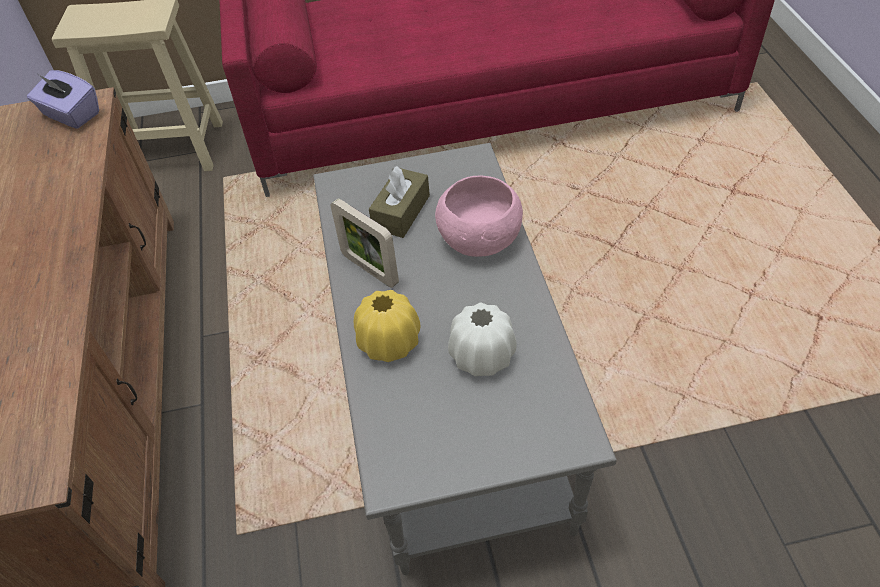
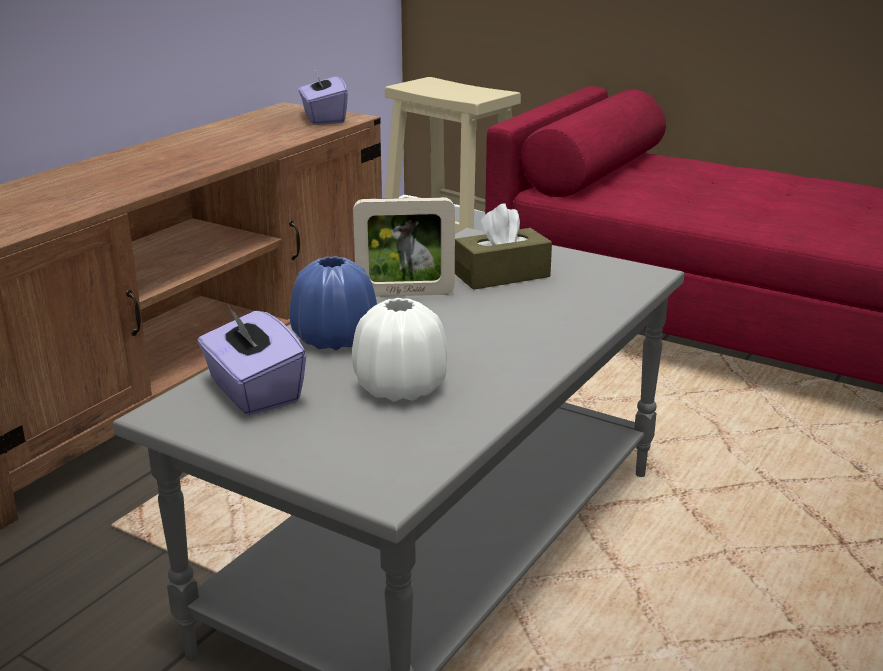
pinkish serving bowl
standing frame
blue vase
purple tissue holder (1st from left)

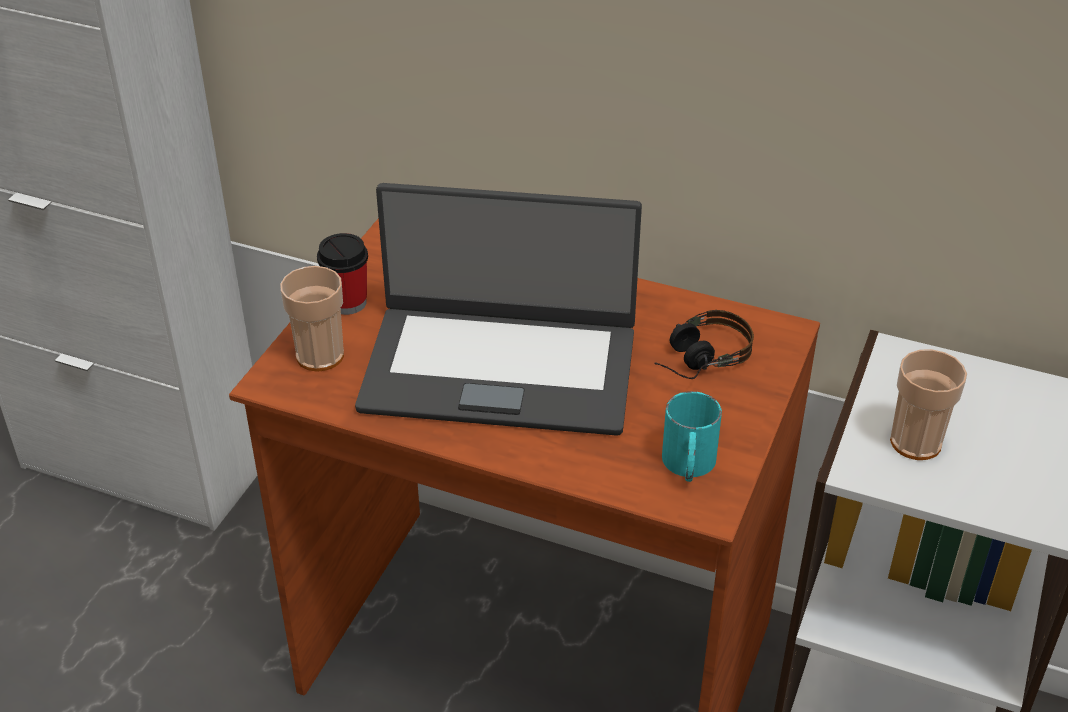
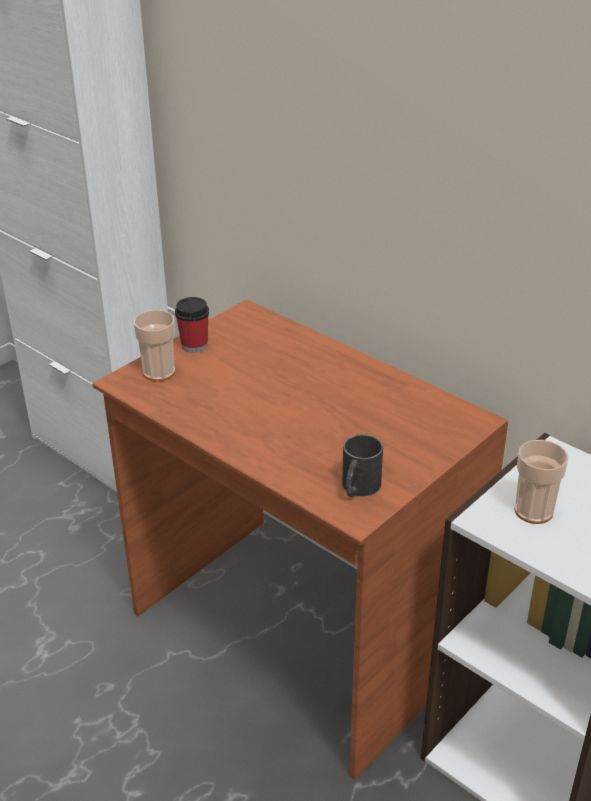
notebook computer
pair of headphones
blackish mug

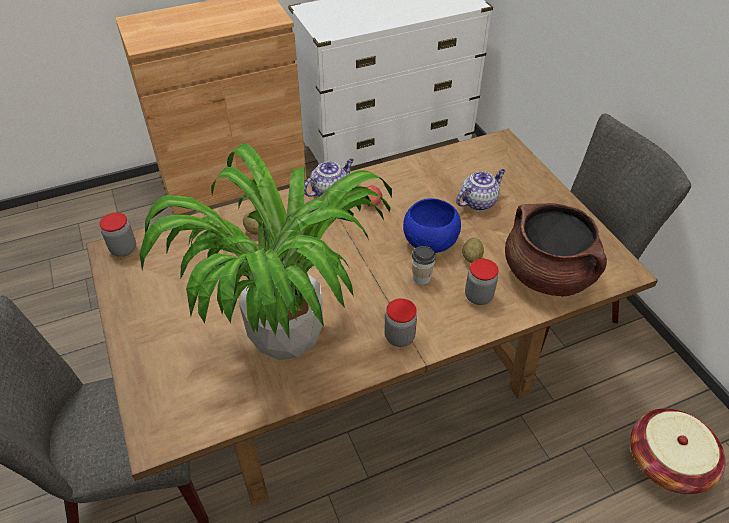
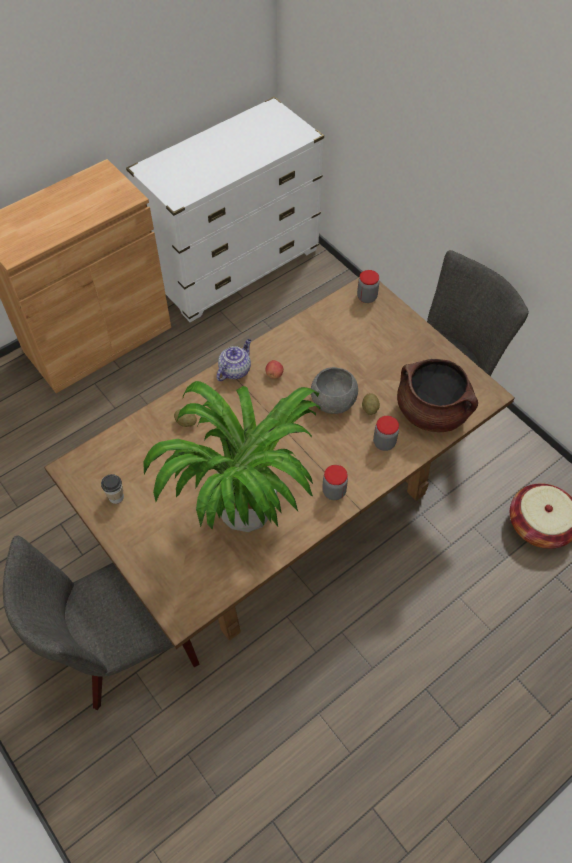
pot for tea (2nd from left in the first image)
greyish serving bowl
preserve jar (2nd from left)
small cup

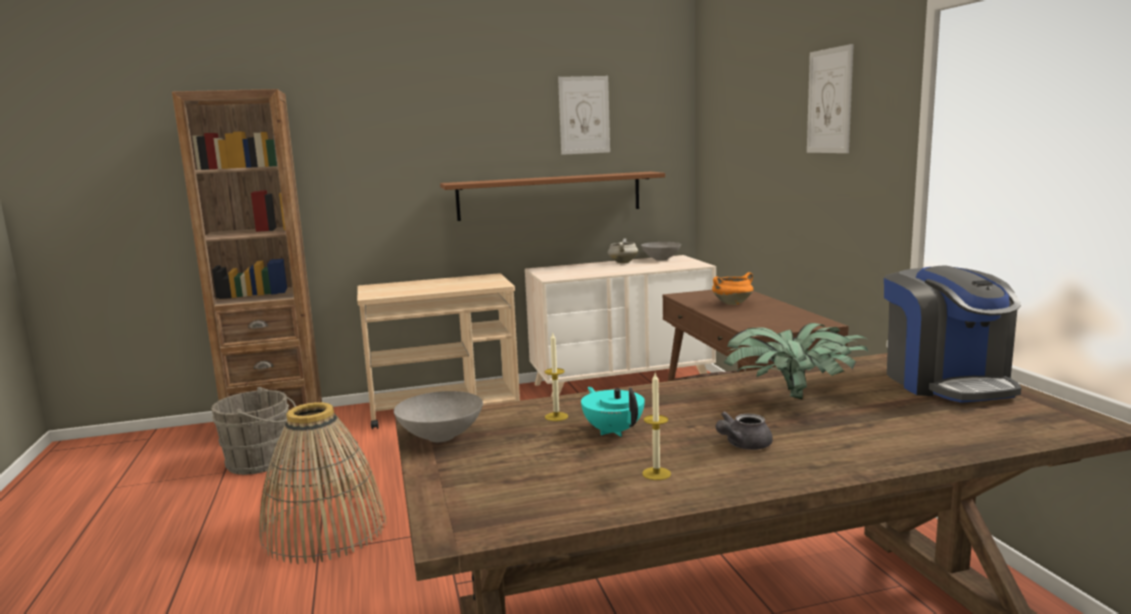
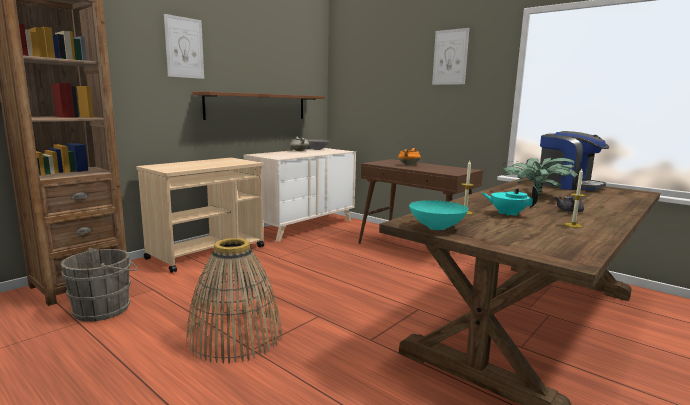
wall picture (1st from left)
blue-green serving bowl

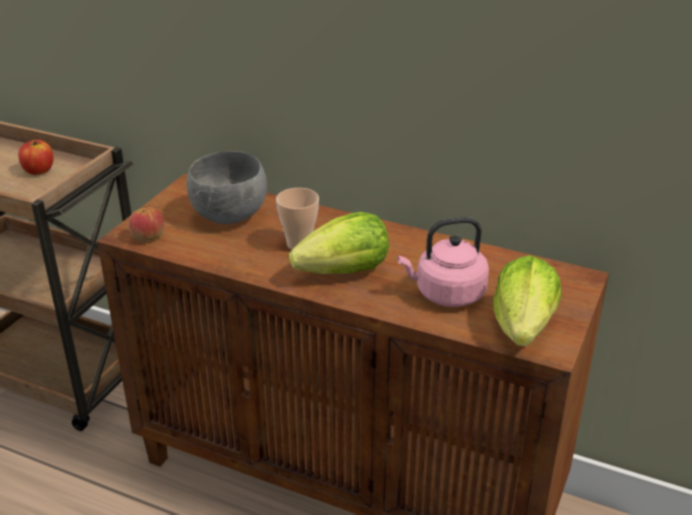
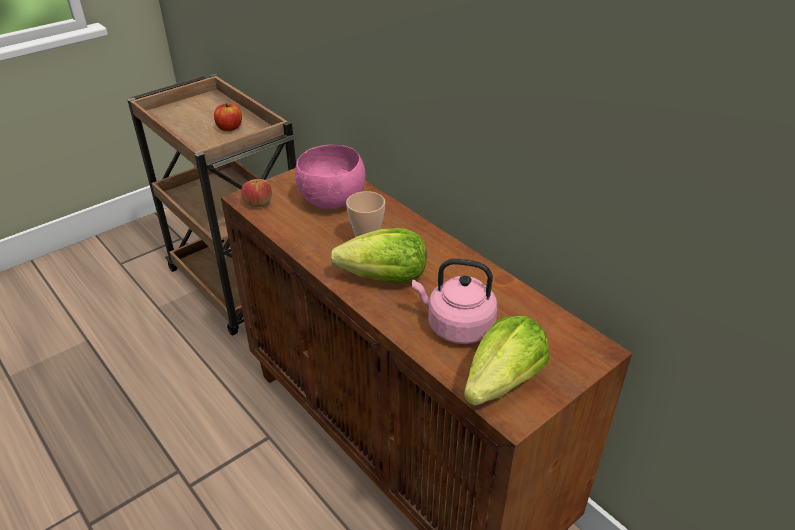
pinkish serving bowl

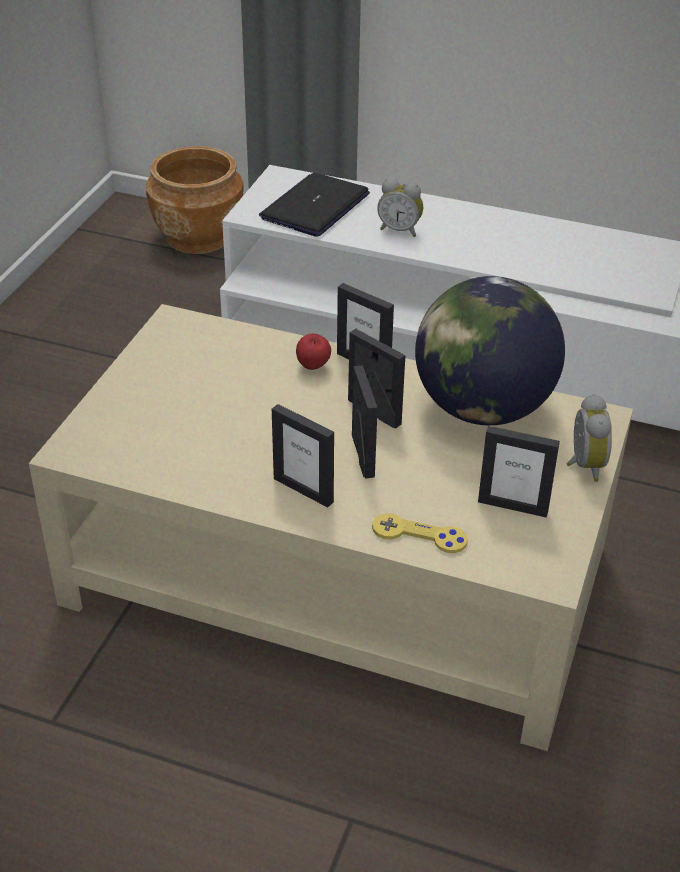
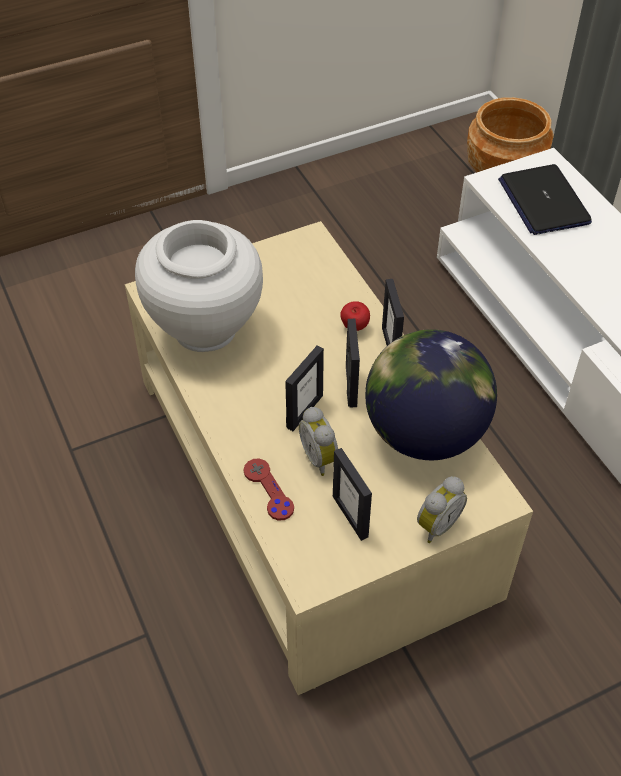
notebook computer
bedside clock (1st from left)
standing frame (1st from left in the first image)
reddish game controller
white-coloured vase

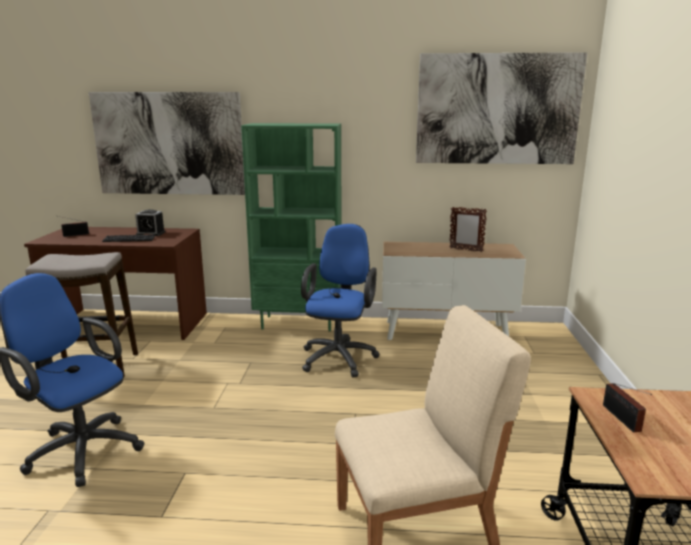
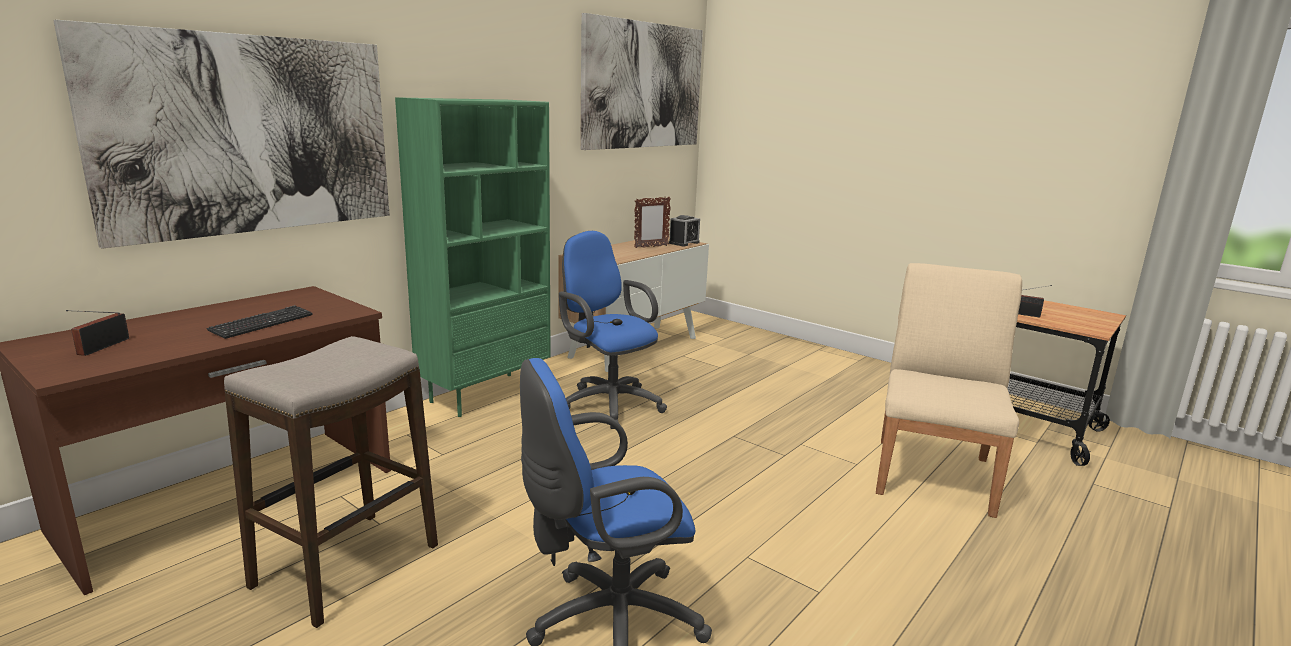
bedside clock

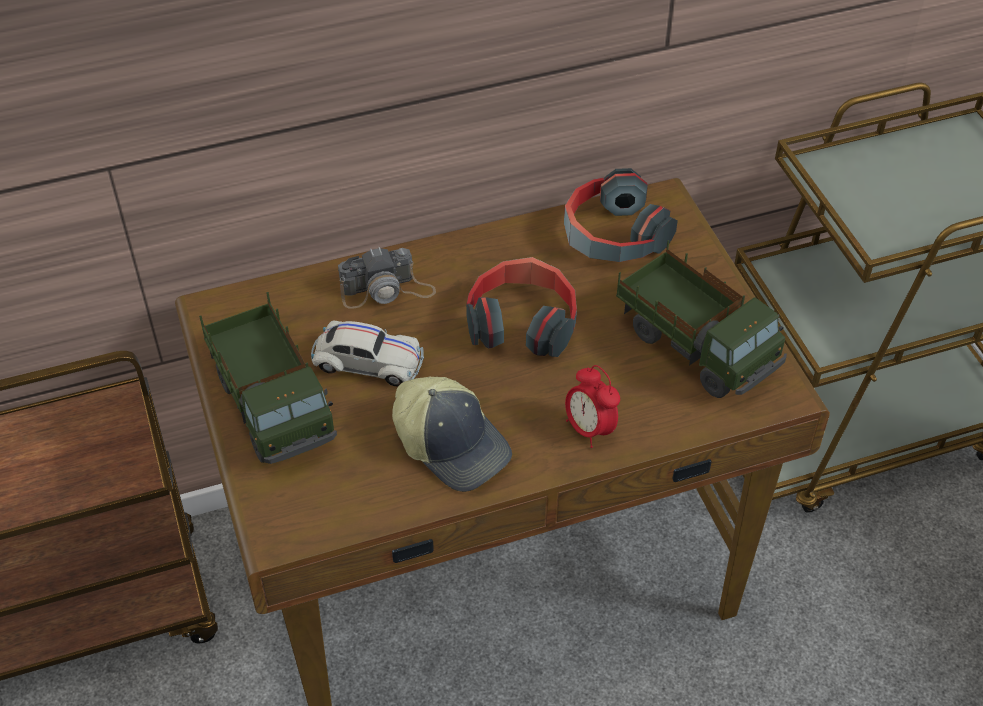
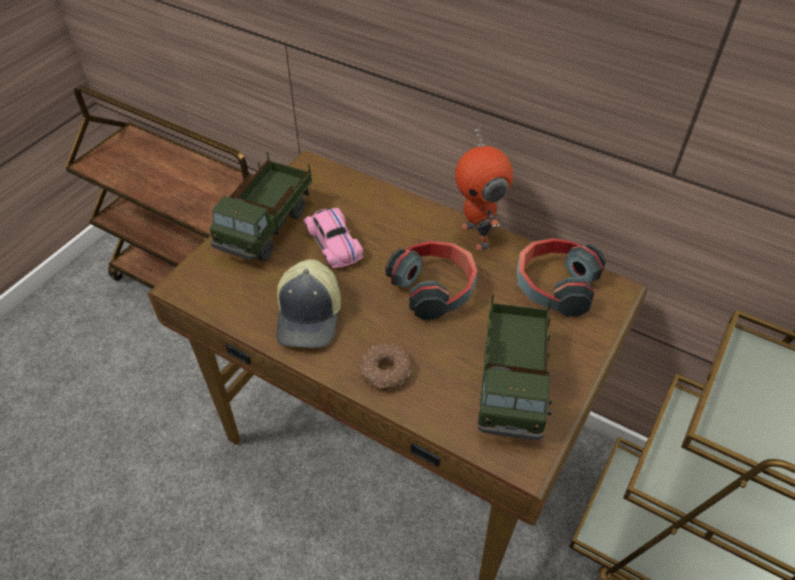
photo camera
pinkish model car
donut
robot figure

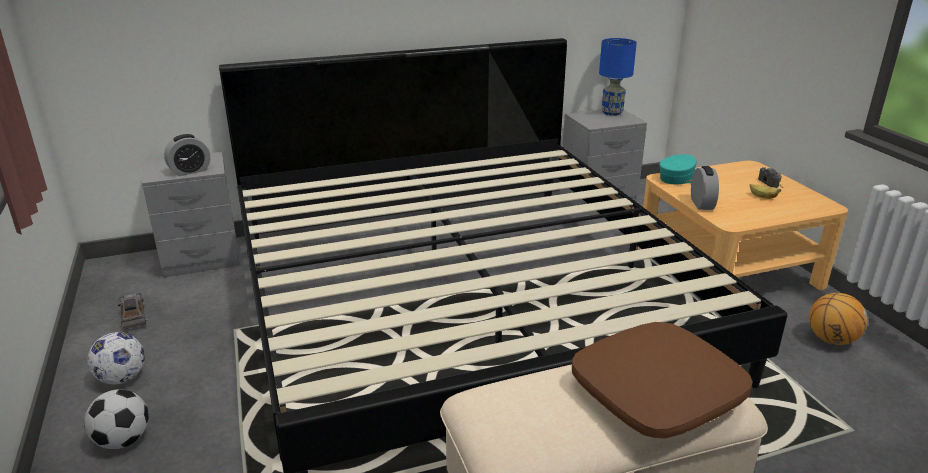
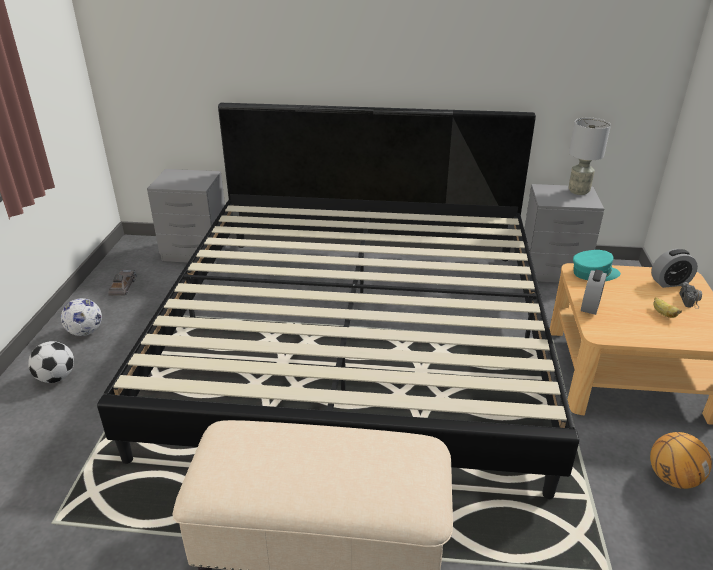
greyish lamp for a table
bedside clock (2nd from left)
brownish pillow

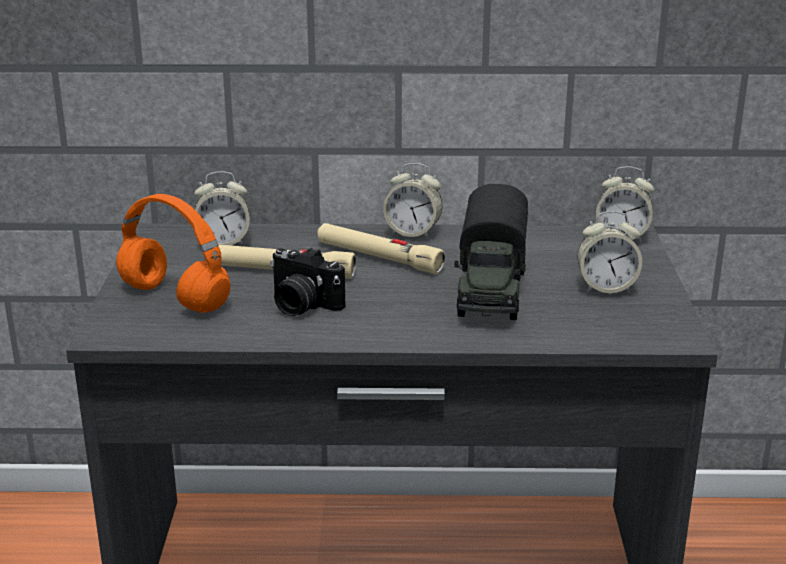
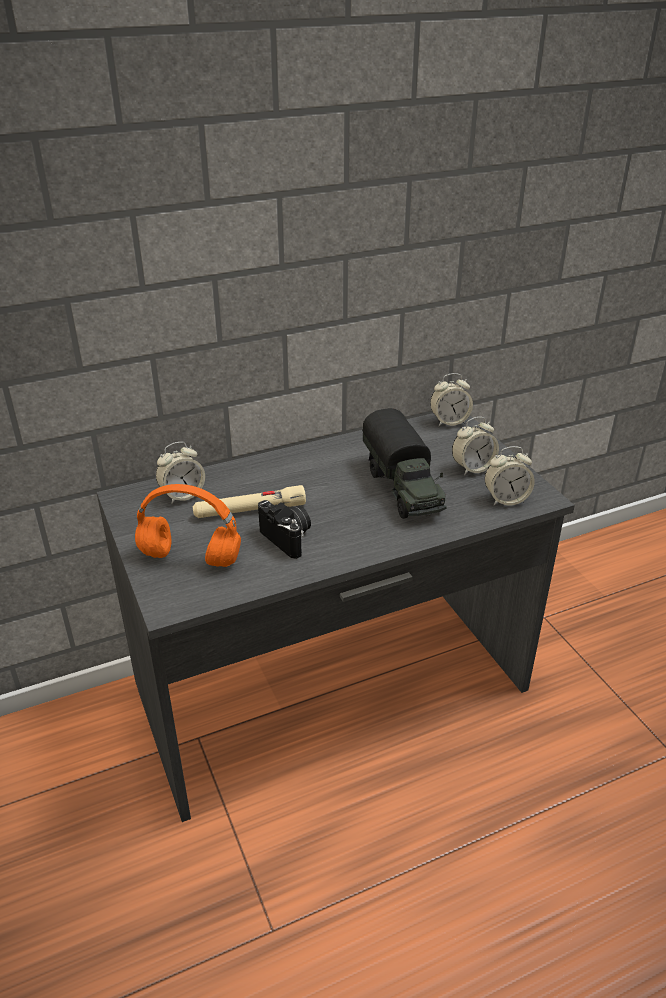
bedside clock (4th from left)
beige-coloured hand torch (2nd from left in the first image)
photo camera

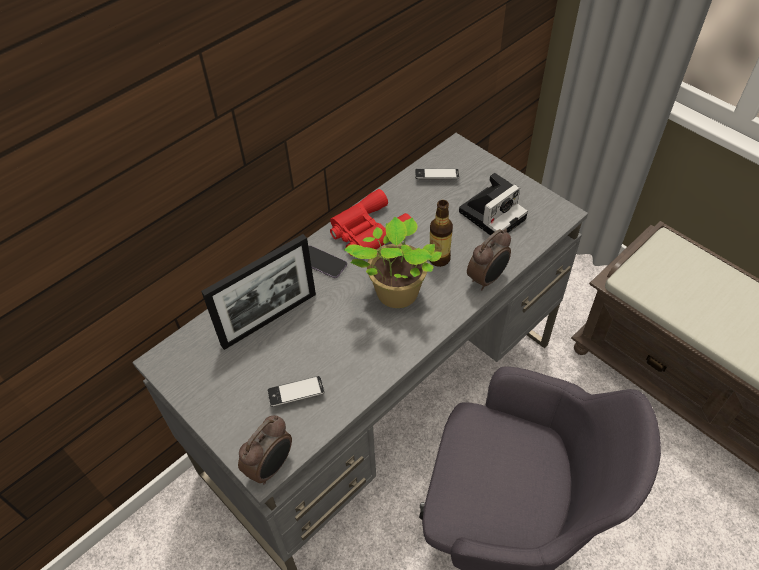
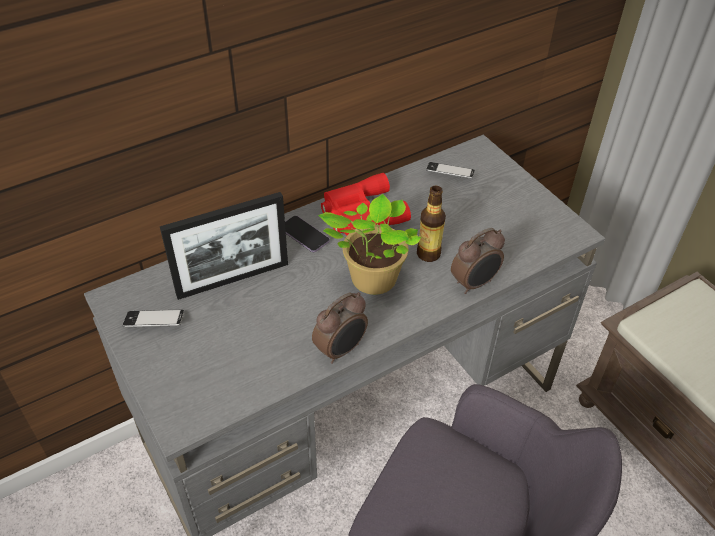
photo camera
phone (1st from left)
bedside clock (1st from left)

